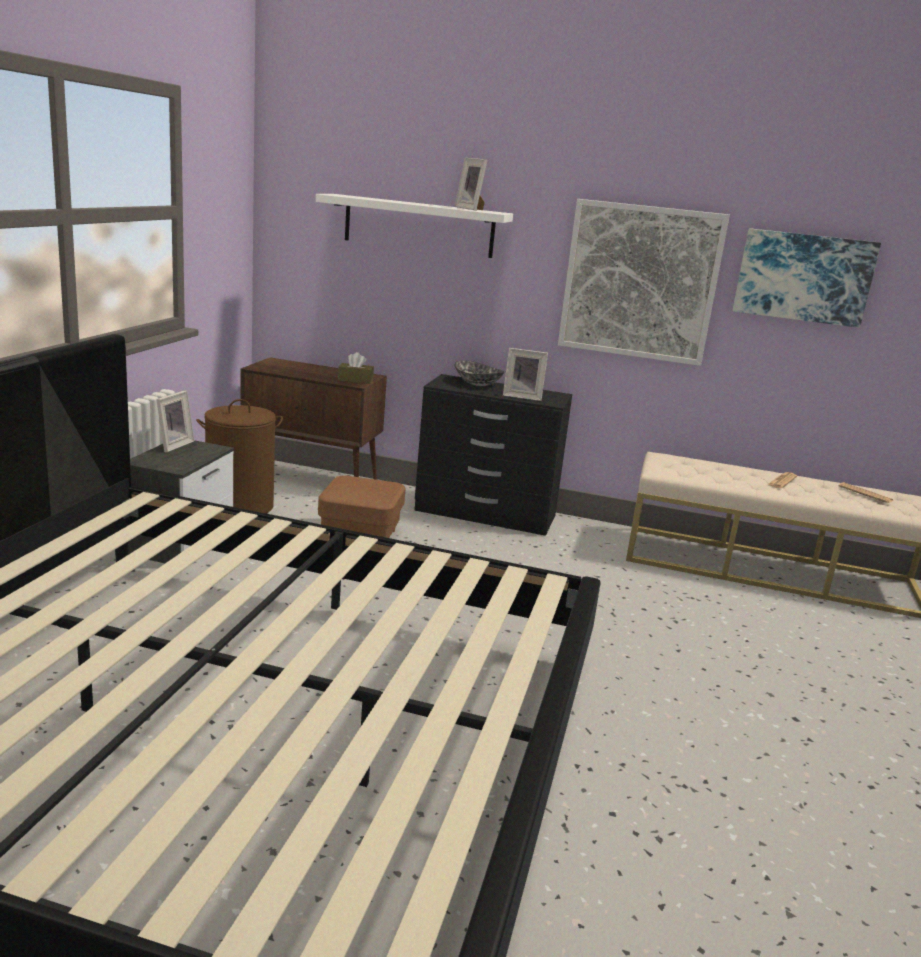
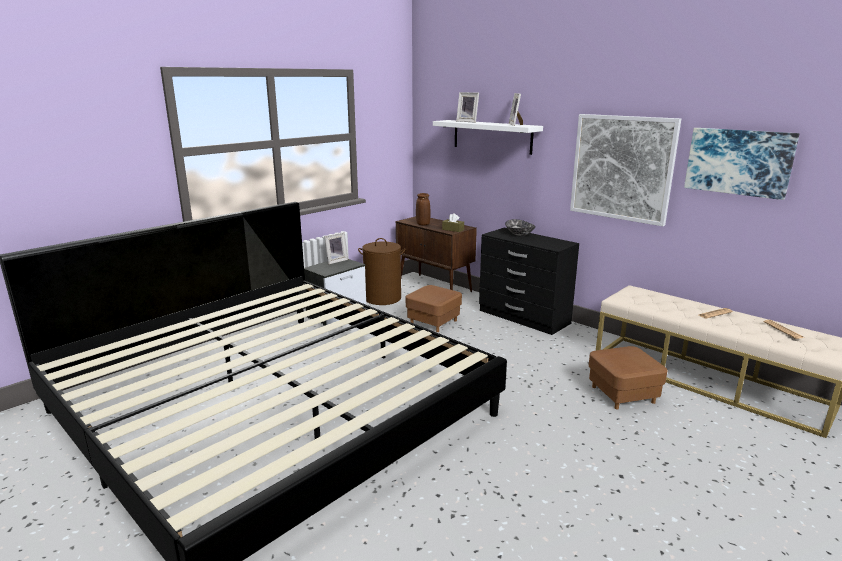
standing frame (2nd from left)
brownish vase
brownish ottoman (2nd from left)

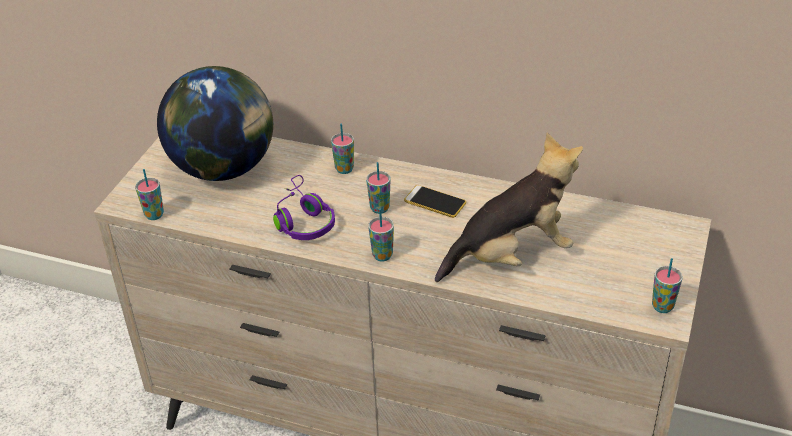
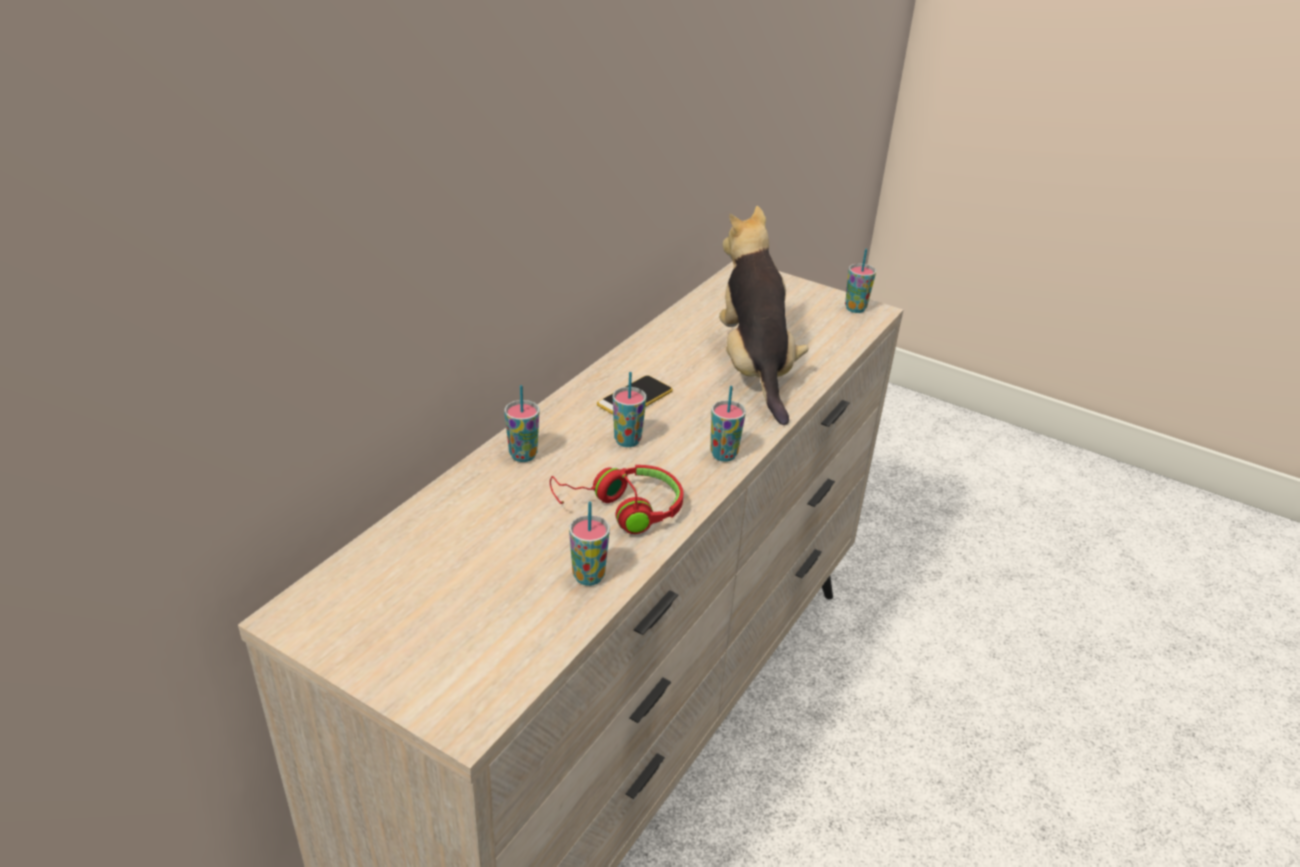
desk globe
small cup (2nd from left)
reddish pair of headphones

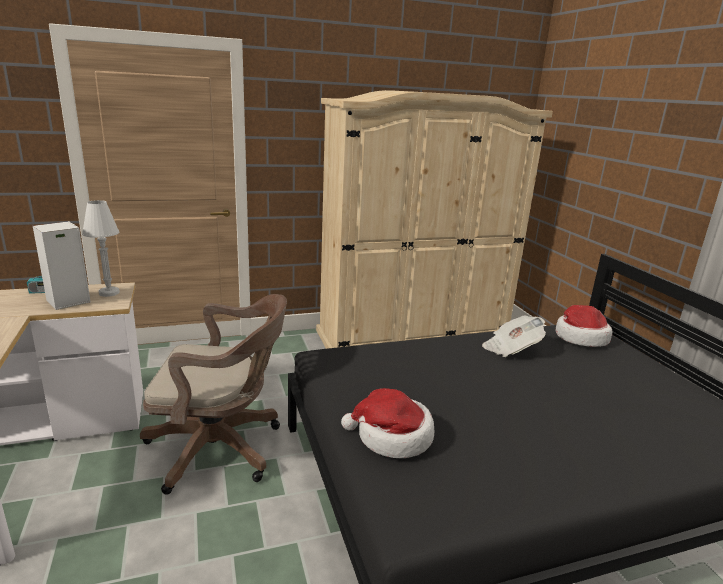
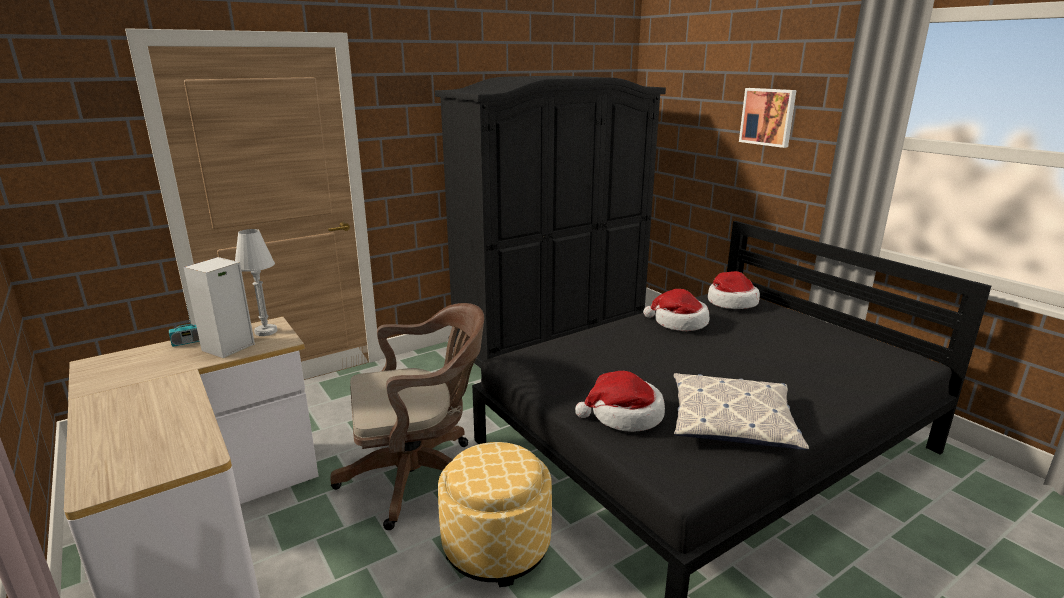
blackish armoire
wearable hat (2nd from left)
wall picture
pillow
ottoman

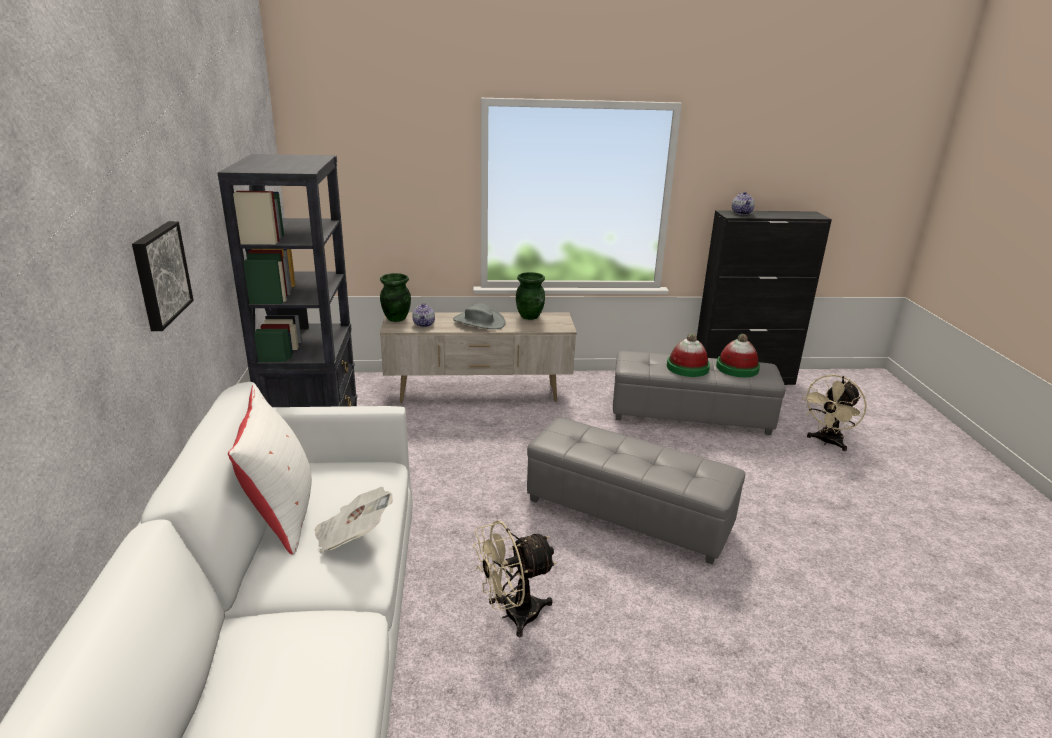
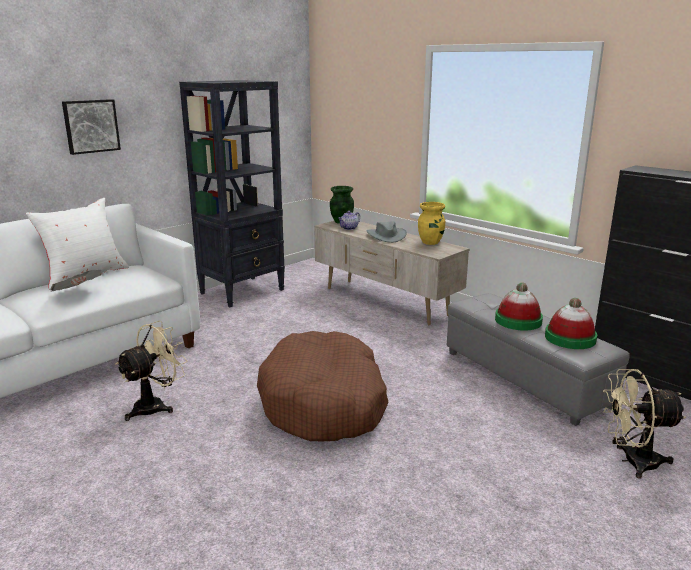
pot for tea (2nd from left in the first image)
yellow-coloured vase
brownish pet bed
beige-coloured cooling fan (1st from left)

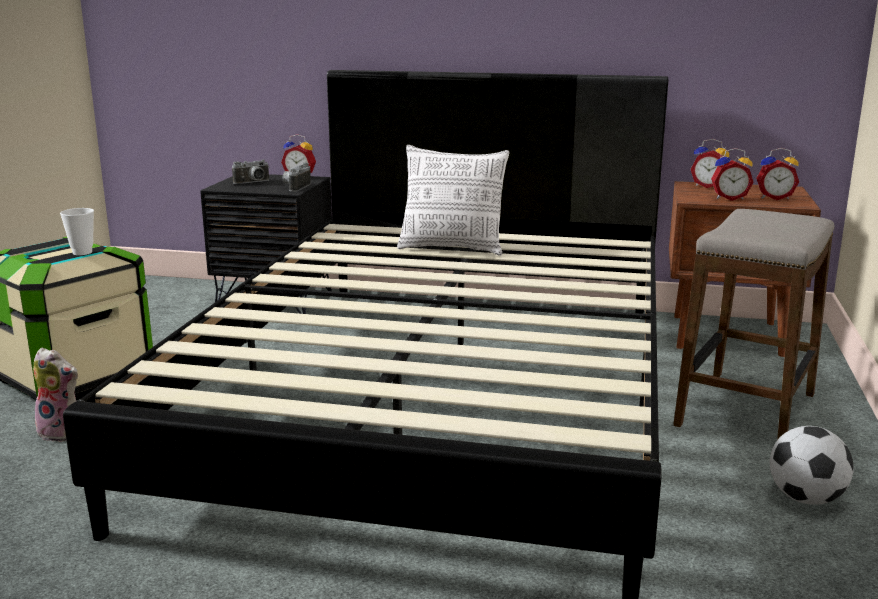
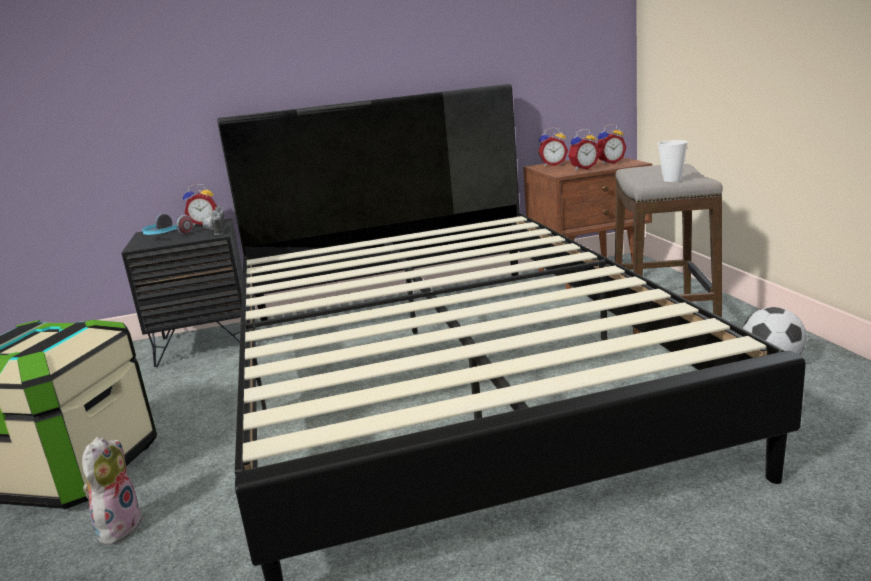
pillow
pair of headphones
small cup
soft toy

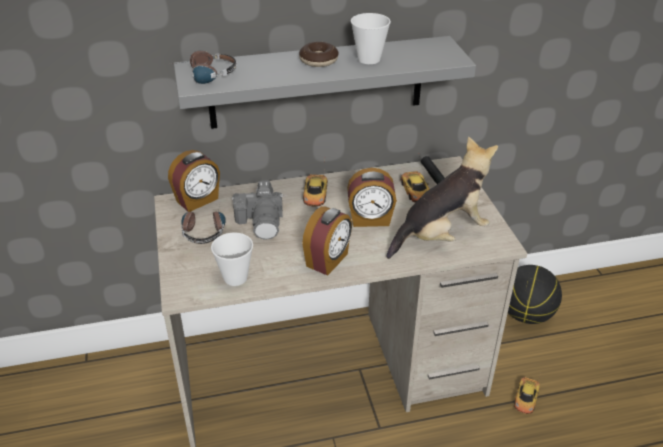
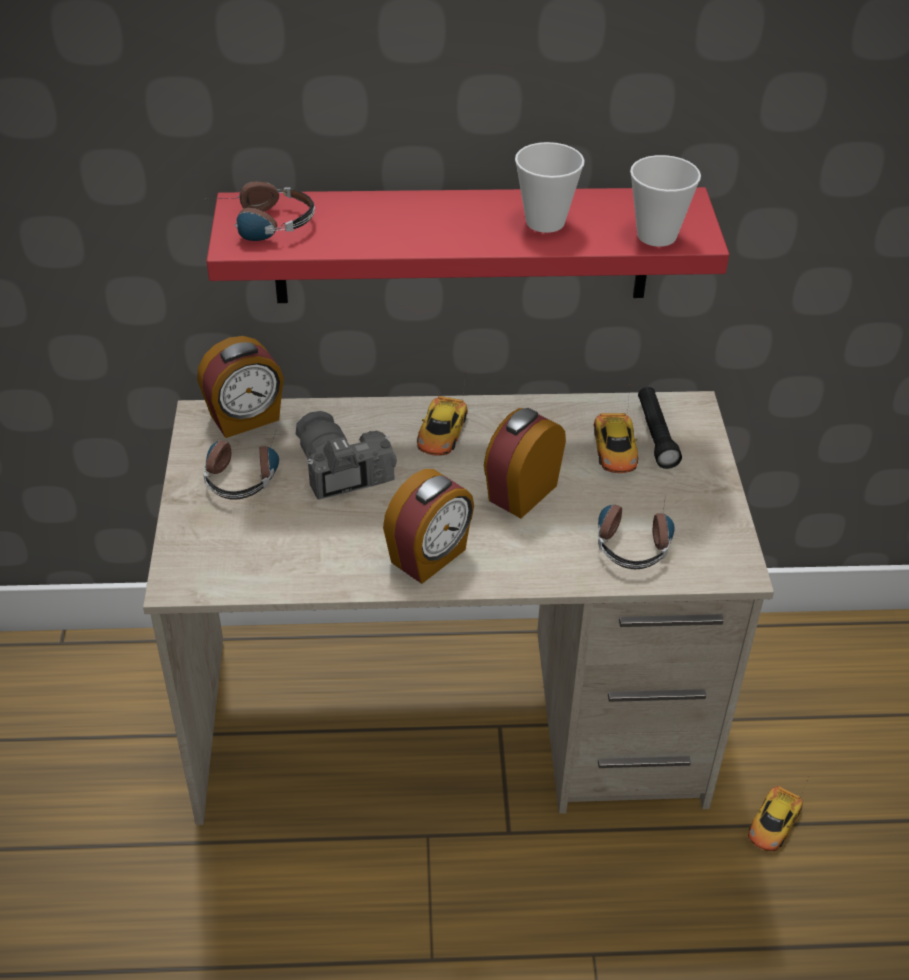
reddish bracket shelf
donut
pair of headphones (3rd from left)
bedside clock (3rd from left)
photo camera
small cup (2nd from left)
basketball

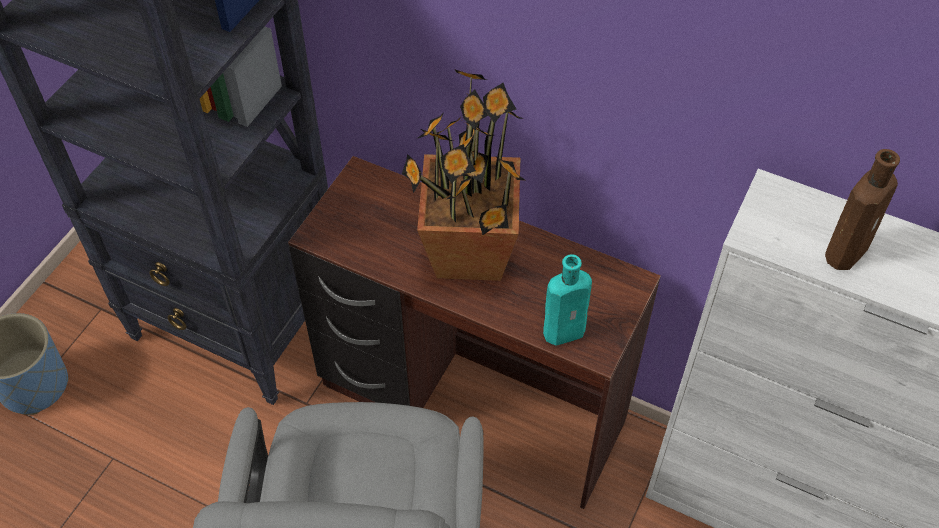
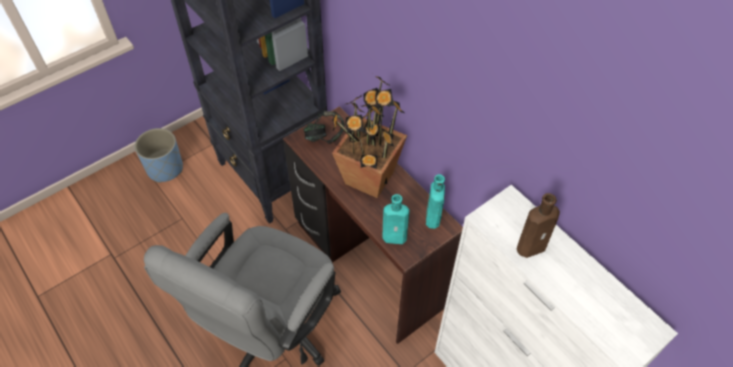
pair of headphones
blue-green beverage bottle (2nd from left)

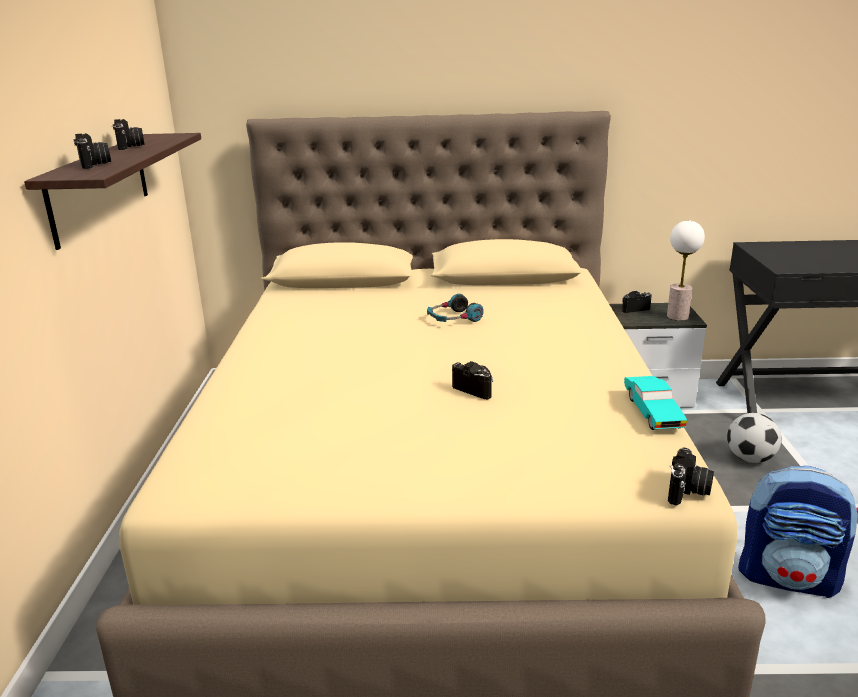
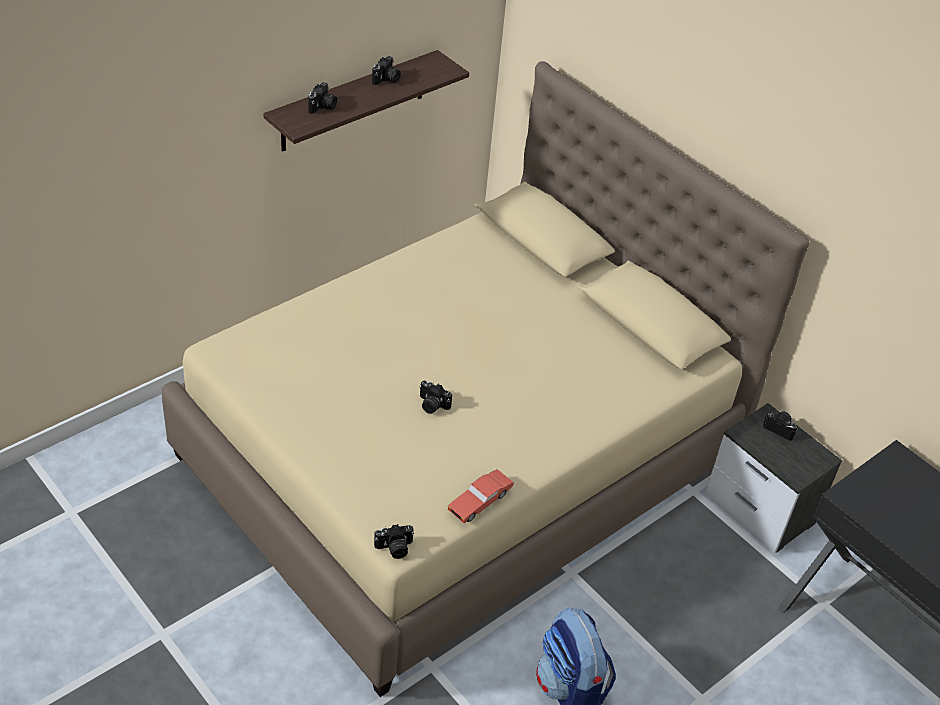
lamp for a table
pair of headphones
photo camera (4th from left)
reddish model car
ball for football

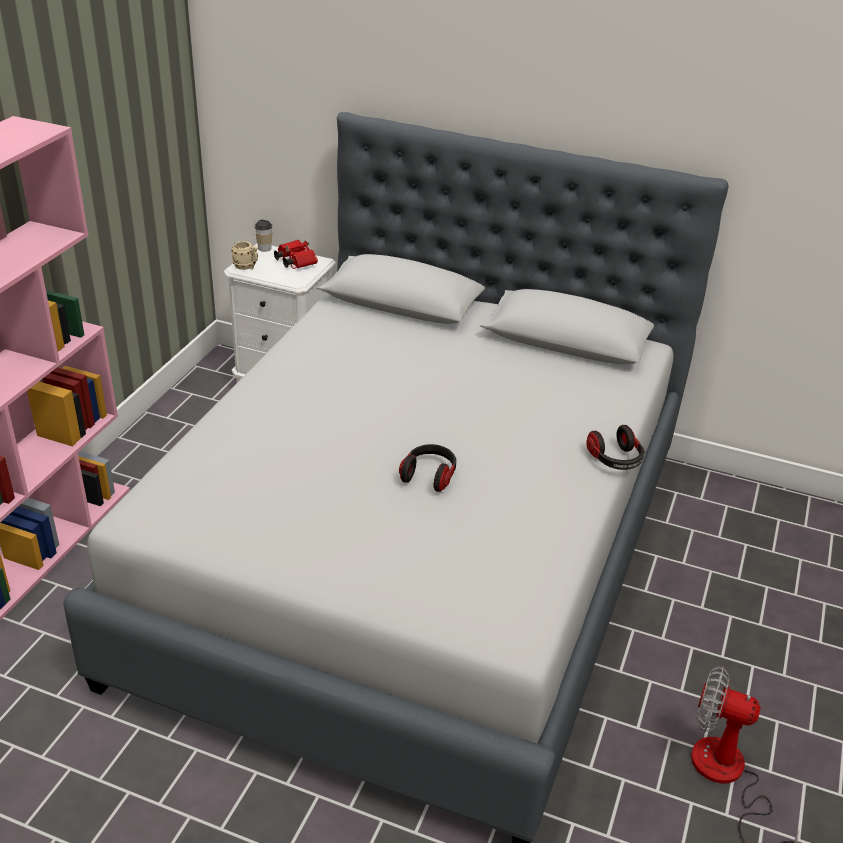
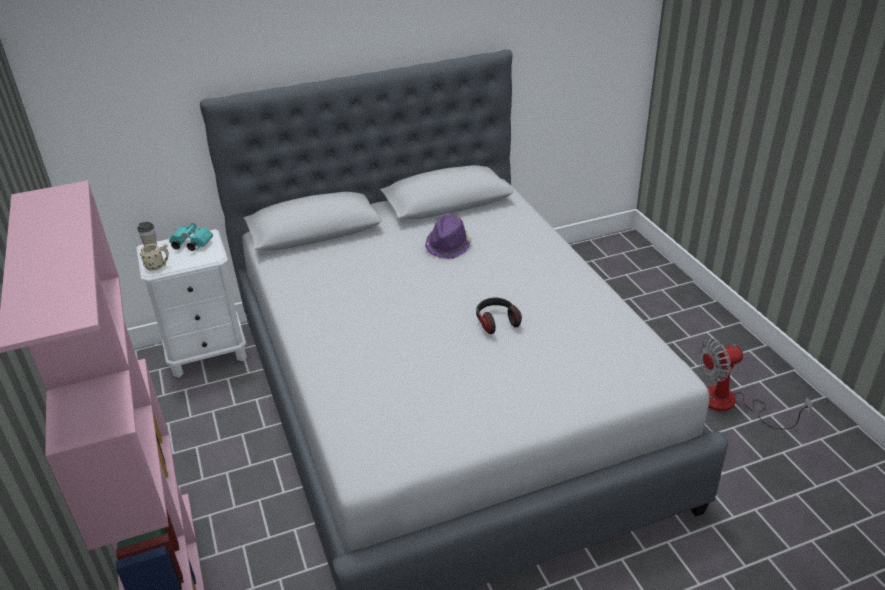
blue-green binoculars
pair of headphones (2nd from left in the first image)
purple wearable hat

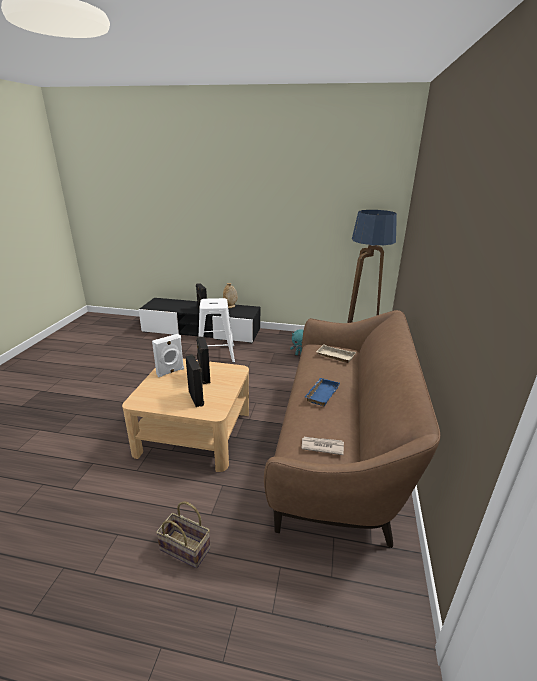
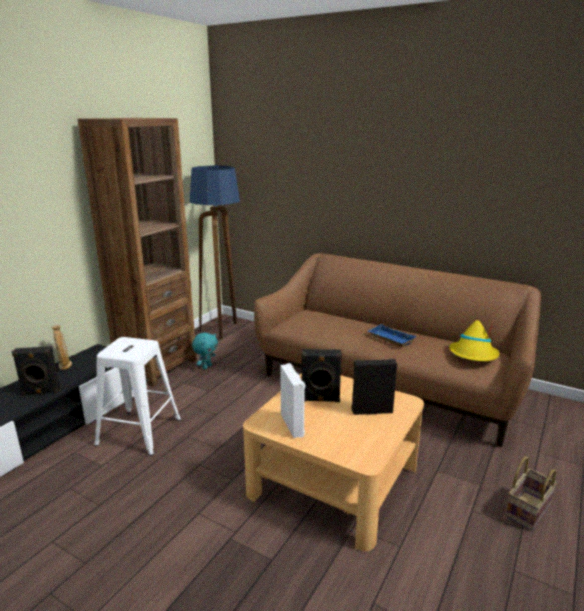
beige-coloured tray
yellow-coloured wearable hat
brownish bookcase

